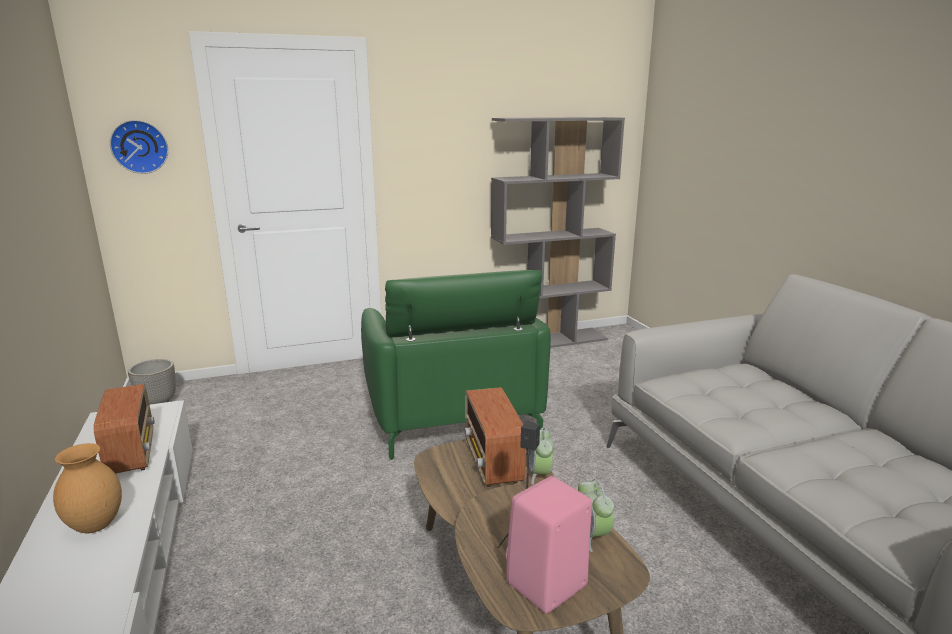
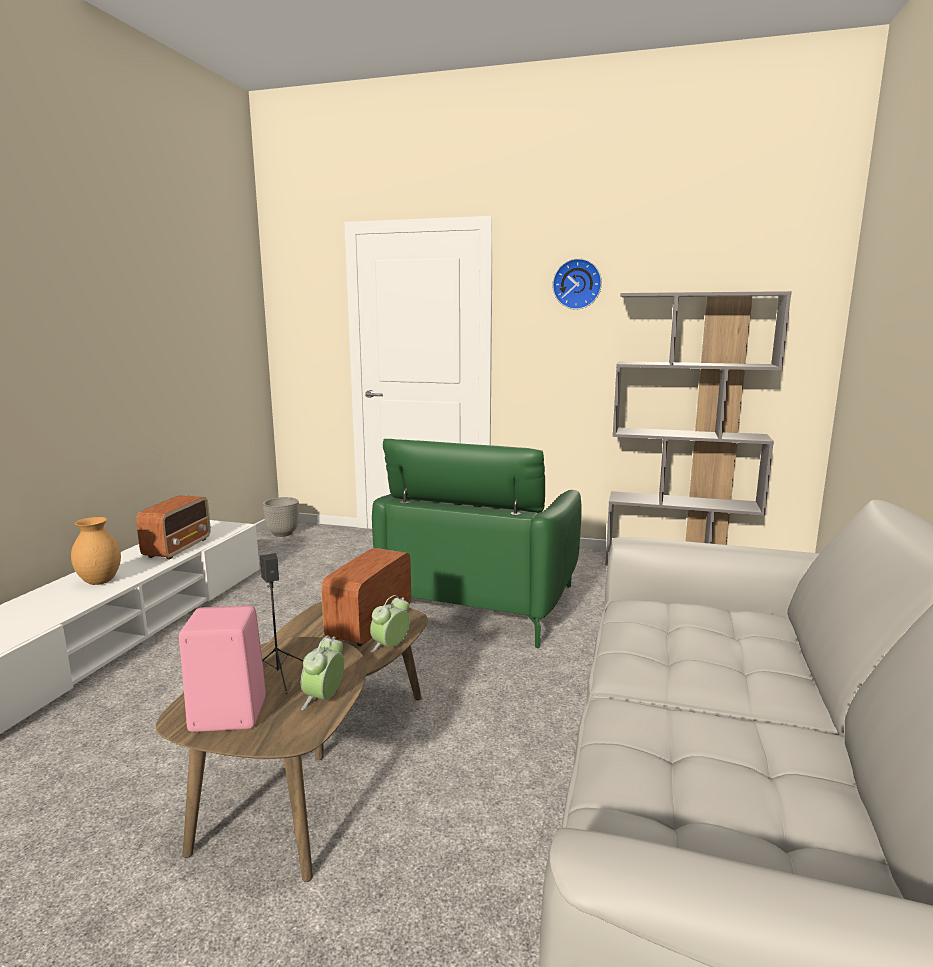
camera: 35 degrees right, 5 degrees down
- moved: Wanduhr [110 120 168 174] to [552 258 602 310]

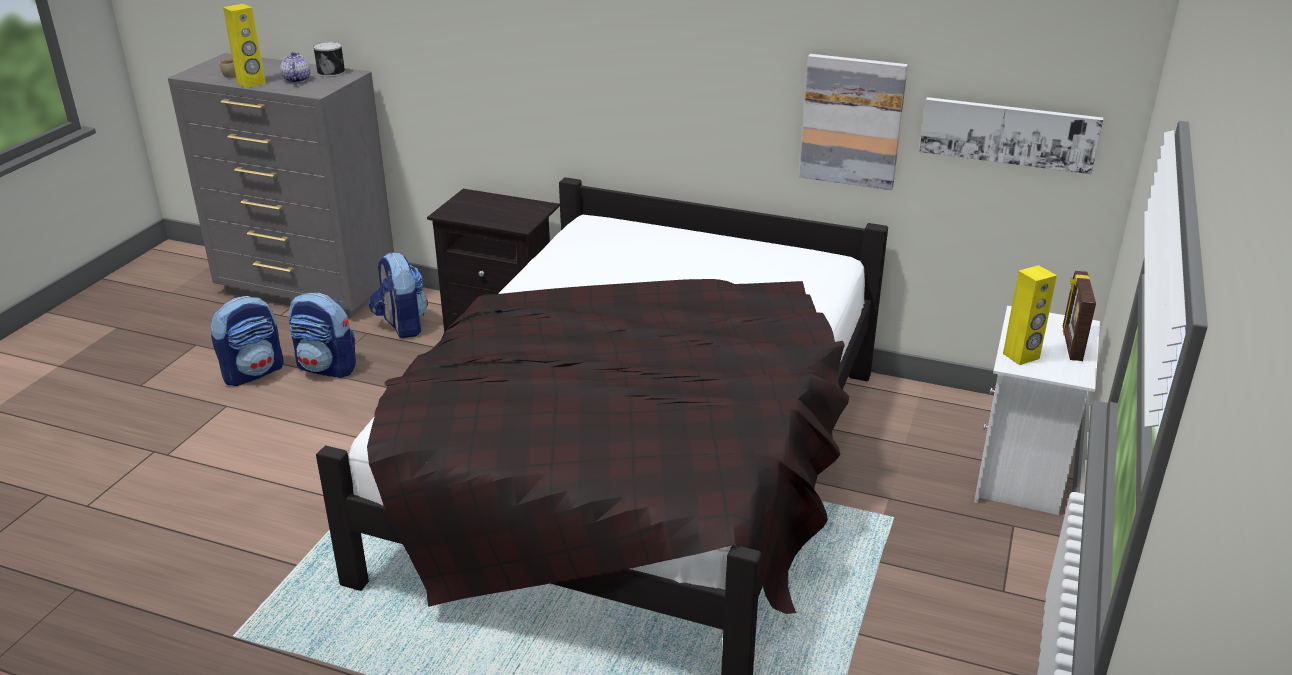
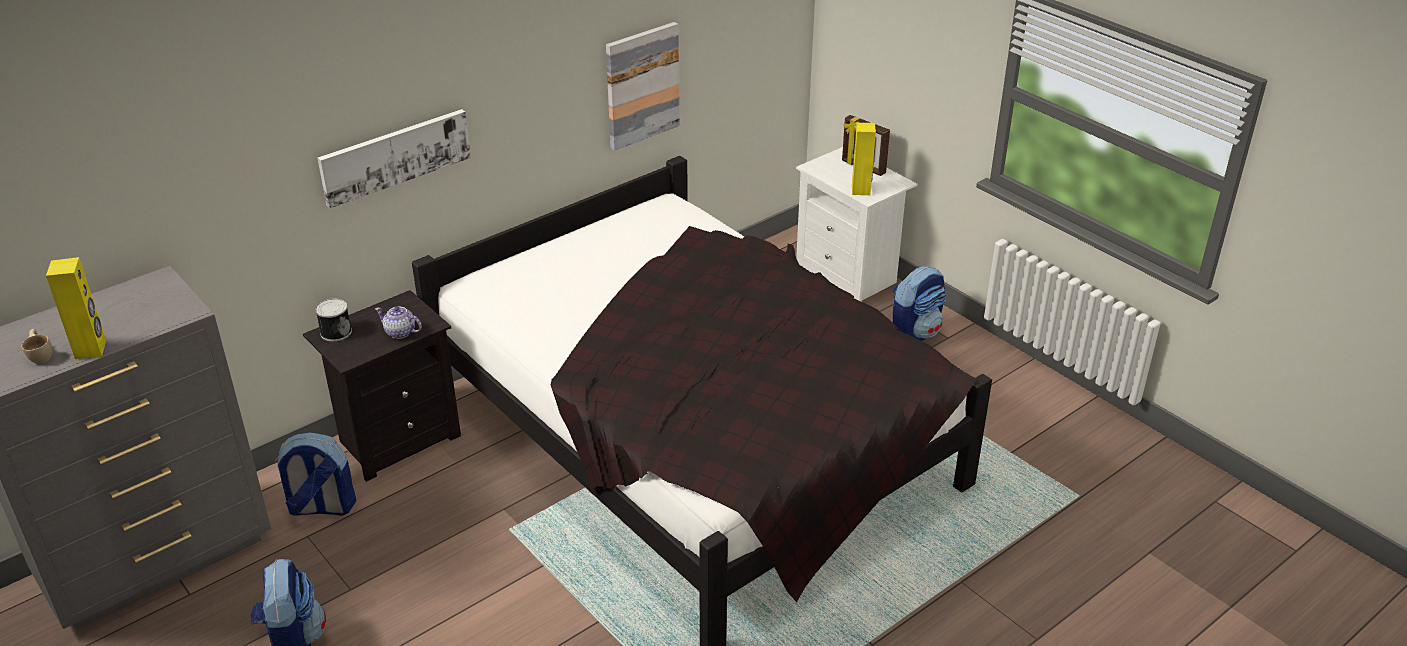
camera: 60 degrees left, 5 degrees up
- moved: Teekanne [280 52 310 83] to [375 306 422 339]
- moved: Rucksack [289 292 356 378] to [893 266 946 341]
- moved: Dose [313 42 345 77] to [315 298 352 341]
- moved: Bild [919 97 1103 174] to [318 109 471 208]

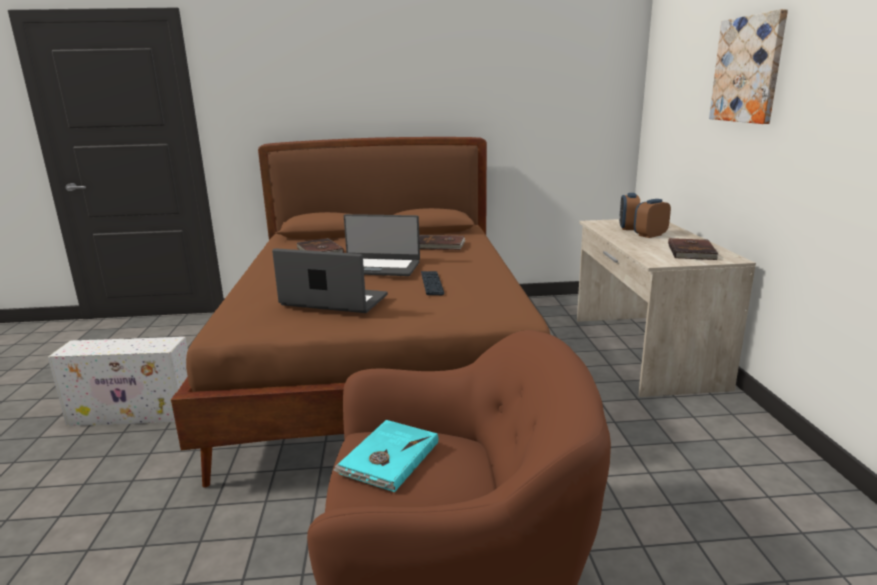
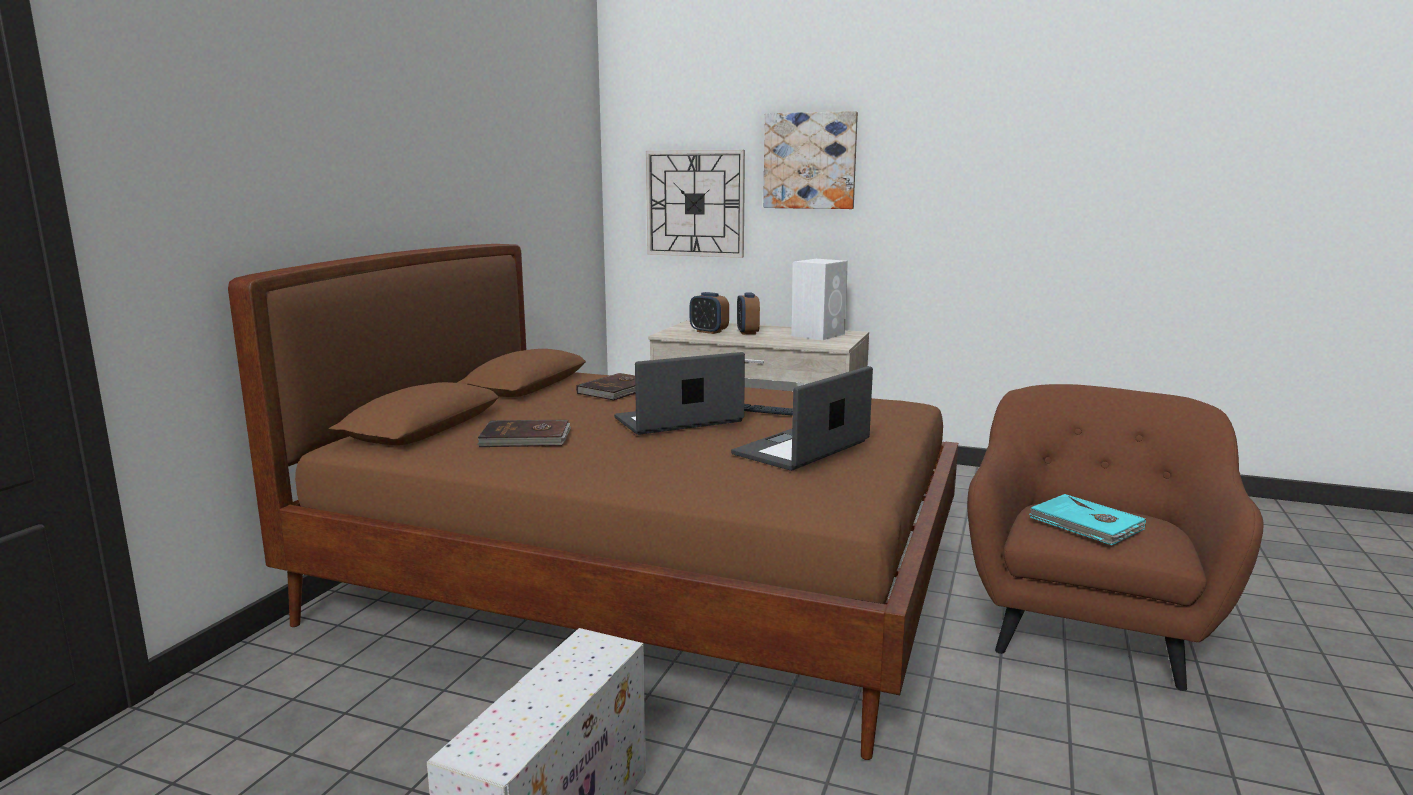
camera: 65 degrees left, 5 degrees down
- turned: Laptop [344 214 420 276] = [614 352 745 435] 150 degrees counterclockwise
- replaced: Buch (braun) [668 238 719 260] to Lautsprecher (weiß) [791 259 848 340]
- added: Wanduhr [646 150 745 258]

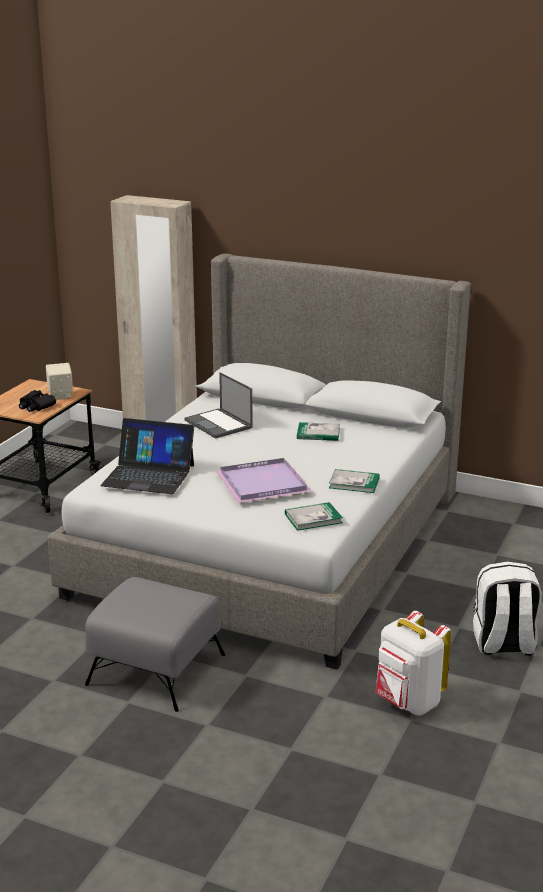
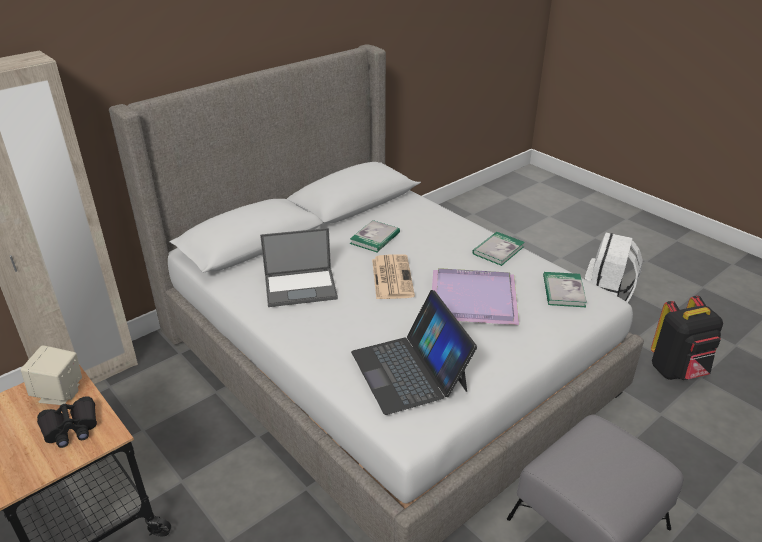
camera: 65 degrees left, 10 degrees up
- turned: Laptop [101 418 194 494] = [351 290 477 415] 120 degrees clockwise
- recoloured: Rucksack (weiß) [376 611 451 715] to Rucksack (schwarz) [651 296 723 380]
- added: Zeitung [372 254 415 299]

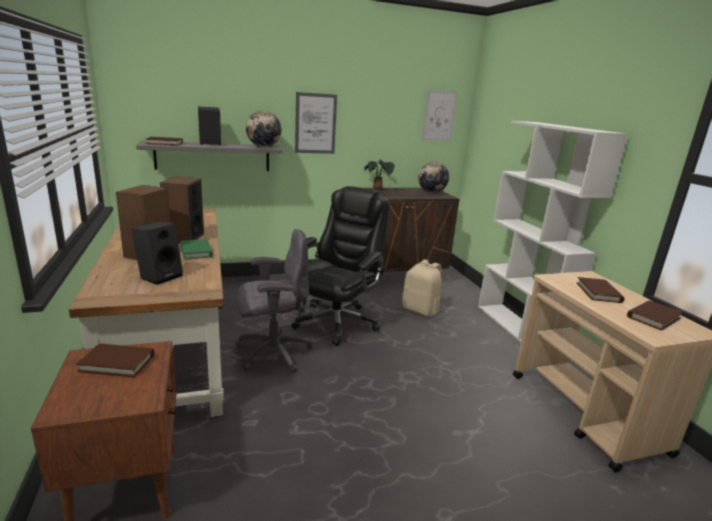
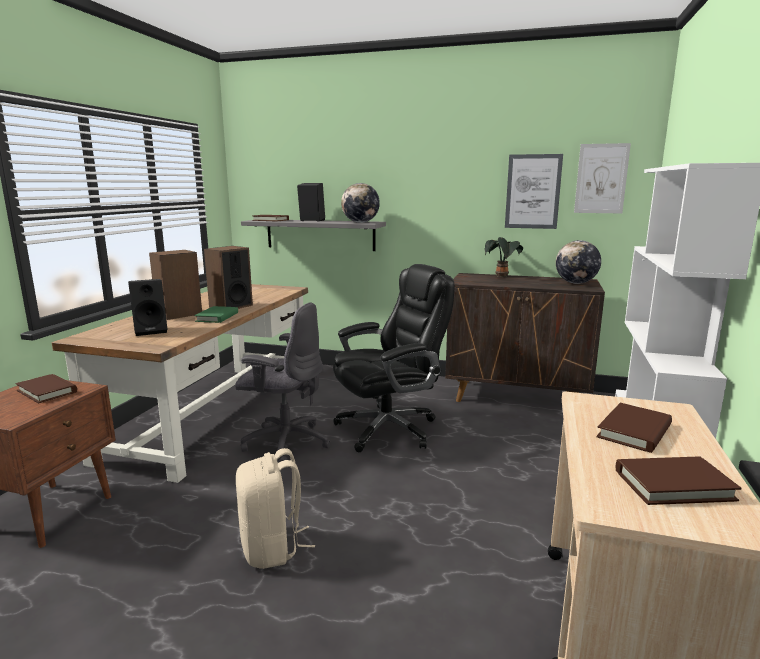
camera: 35 degrees right, 5 degrees down
- moved: Bild [295 92 337 154] to [505 154 563 229]
- moved: Rucksack (beige) [402 259 441 317] to [236 448 315 569]

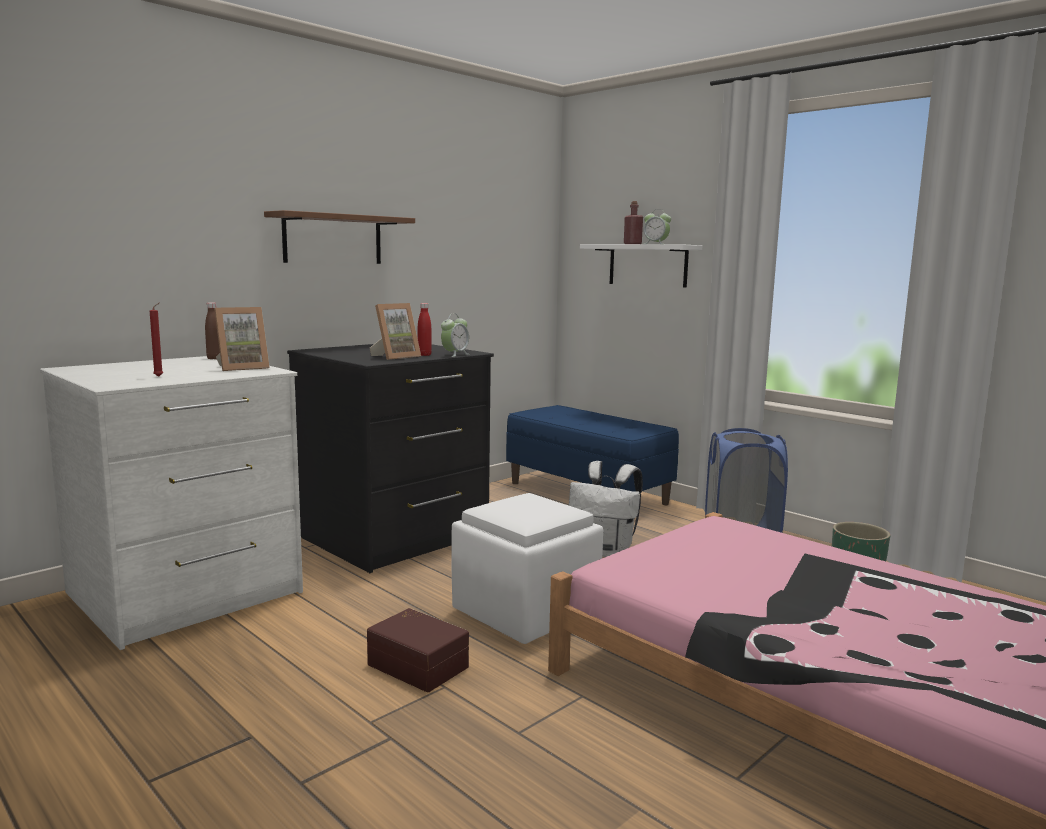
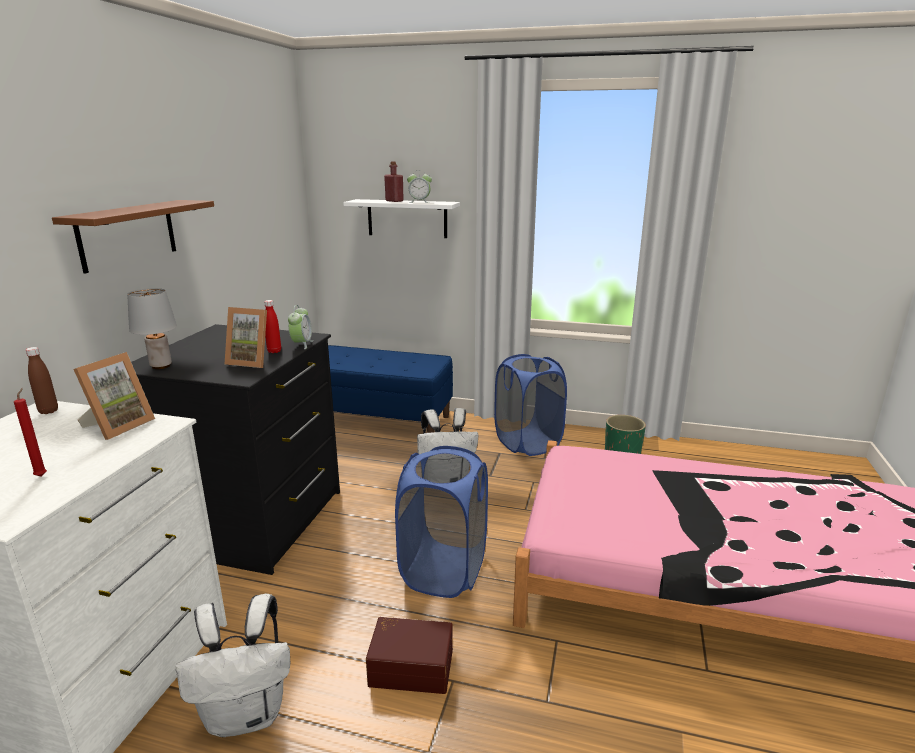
camera: 30 degrees left, 10 degrees up
- turned: Bilderrahmen [370 303 421 360] = [225 307 267 368] 90 degrees clockwise
- replaced: Polsterhocker (weiß) [451 493 603 644] to Wäschekorb (blau) [395 446 488 598]
- added: Tischlampe (grau) [127 288 177 369]
- added: Rucksack (weiß) [176 594 290 737]

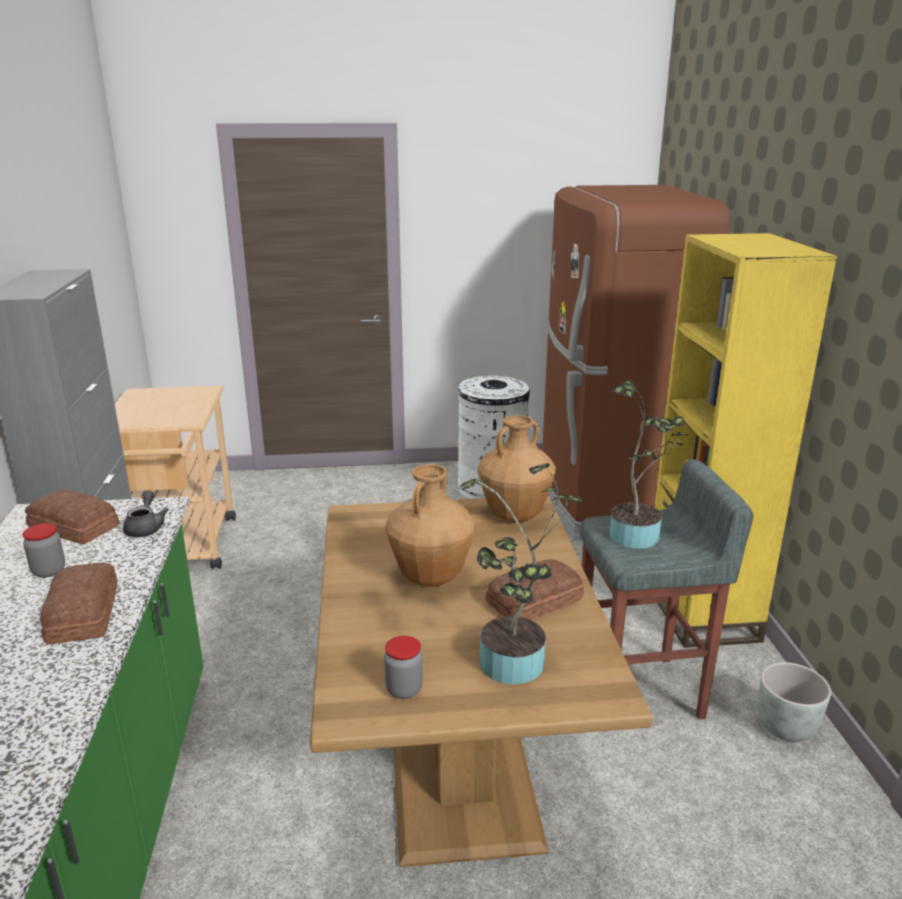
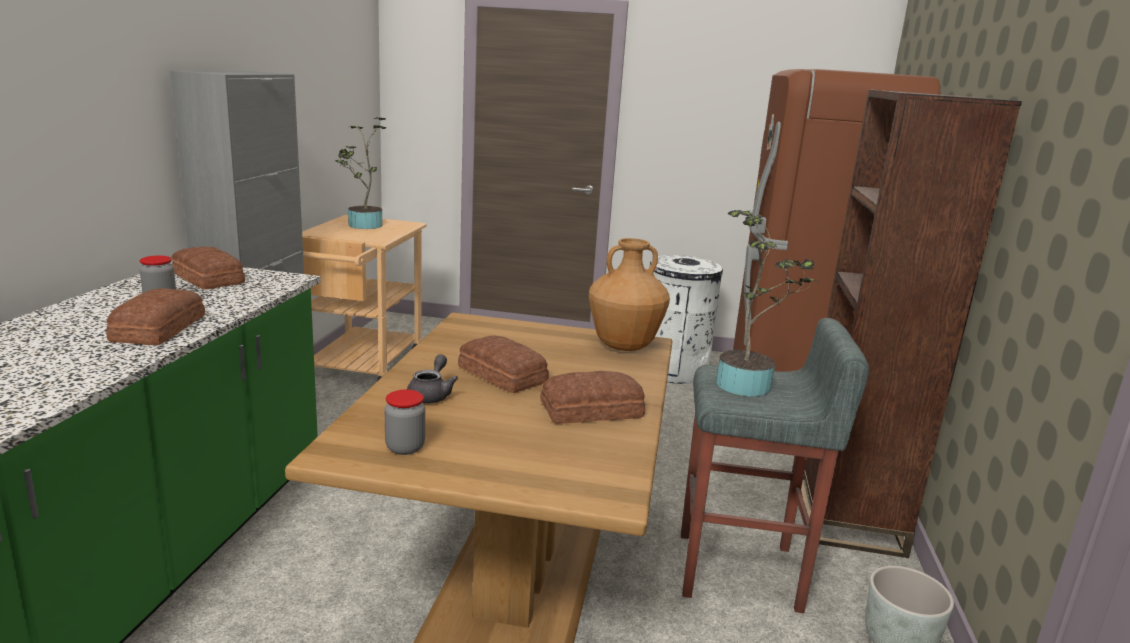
camera: 15 degrees right, 5 degrees down
- moved: Teekanne (grau) [123 490 168 537] to [407 354 458 404]
- replaced: Vase (braun) [385 464 475 587] to Brot [458 335 549 393]
- moved: Topfpflanze [461 463 584 684] to [335 117 386 229]
- recoloured: Bücherregal (gelb) [654 233 837 648] to Bücherregal (braun) [801 90 1022 558]

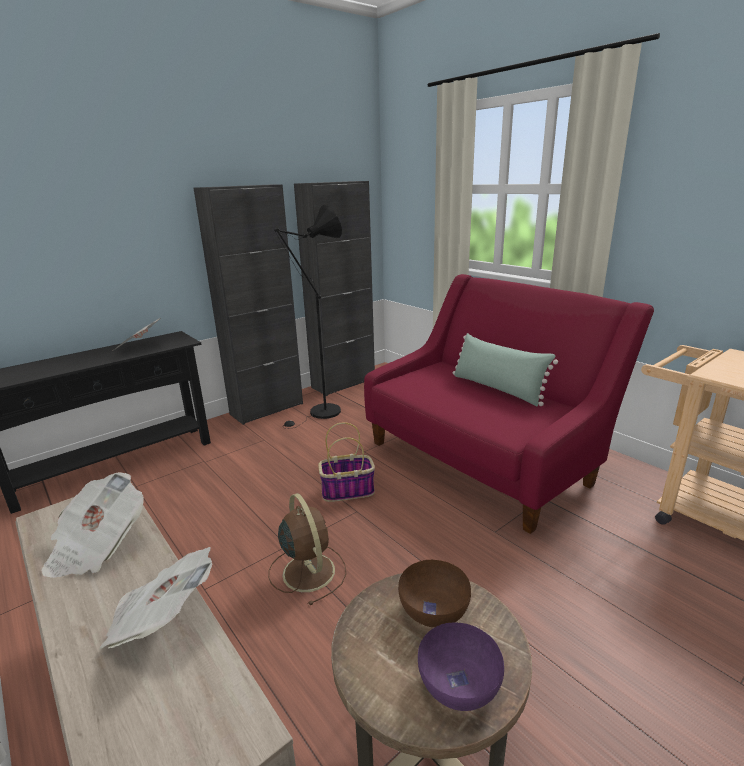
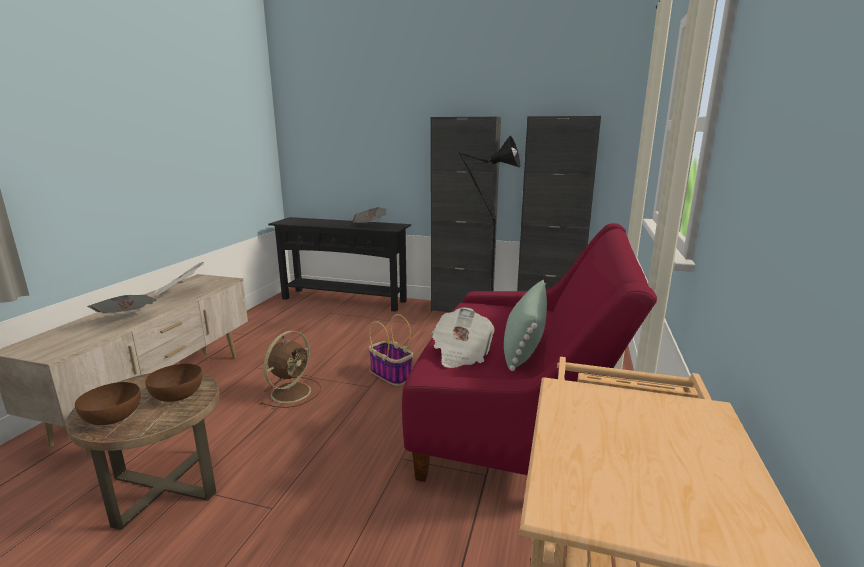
camera: 55 degrees right, 5 degrees down
- recoloured: Schüssel (lila) [418 622 504 711] to Schüssel (braun) [75 382 141 425]
- added: Zeitung [432 307 495 368]

